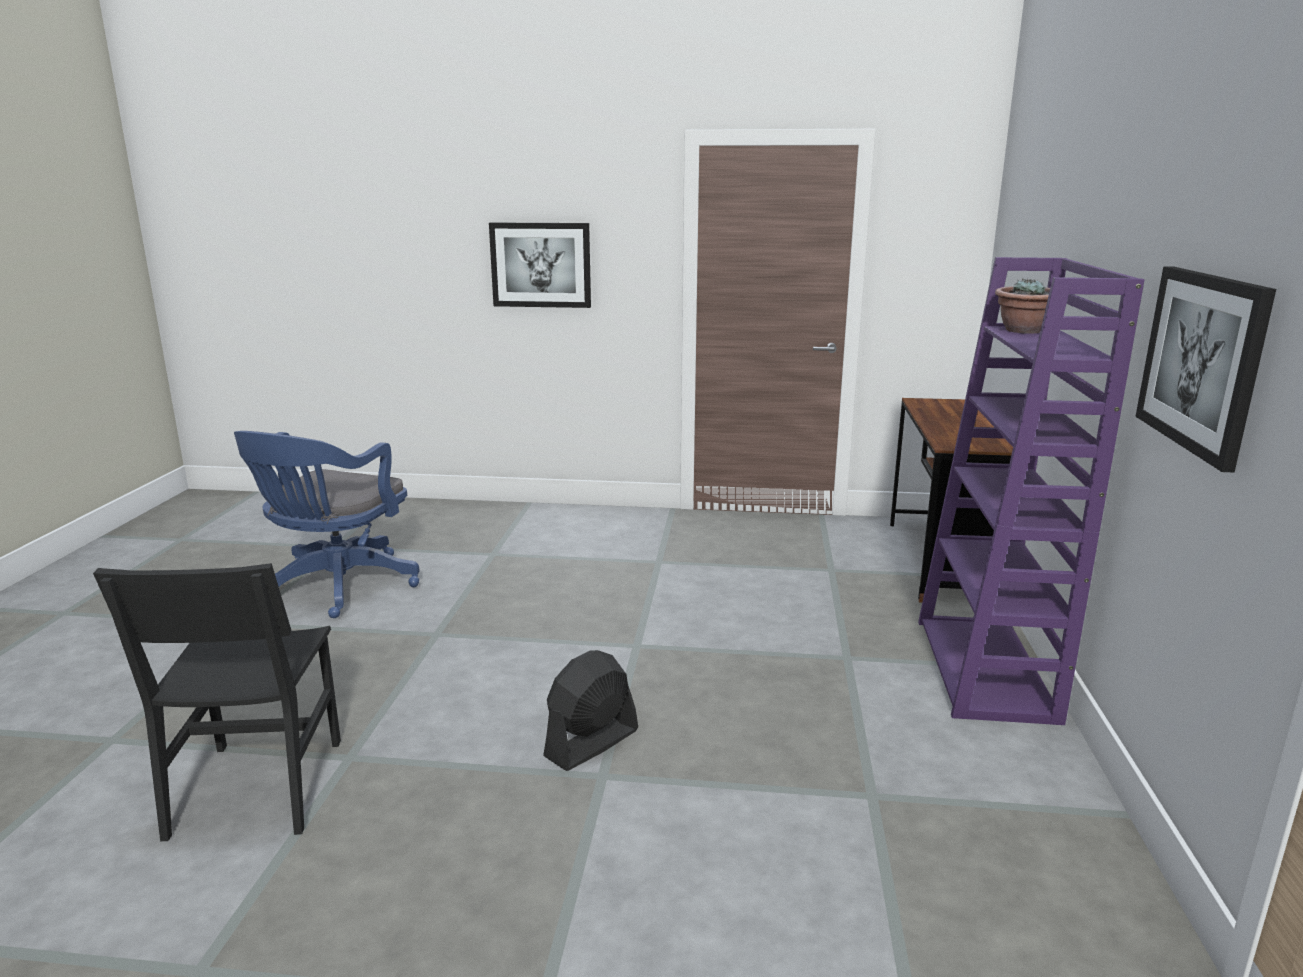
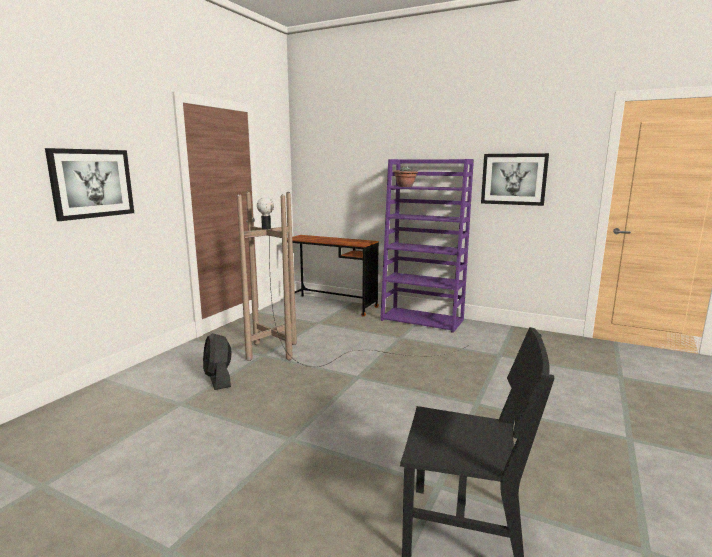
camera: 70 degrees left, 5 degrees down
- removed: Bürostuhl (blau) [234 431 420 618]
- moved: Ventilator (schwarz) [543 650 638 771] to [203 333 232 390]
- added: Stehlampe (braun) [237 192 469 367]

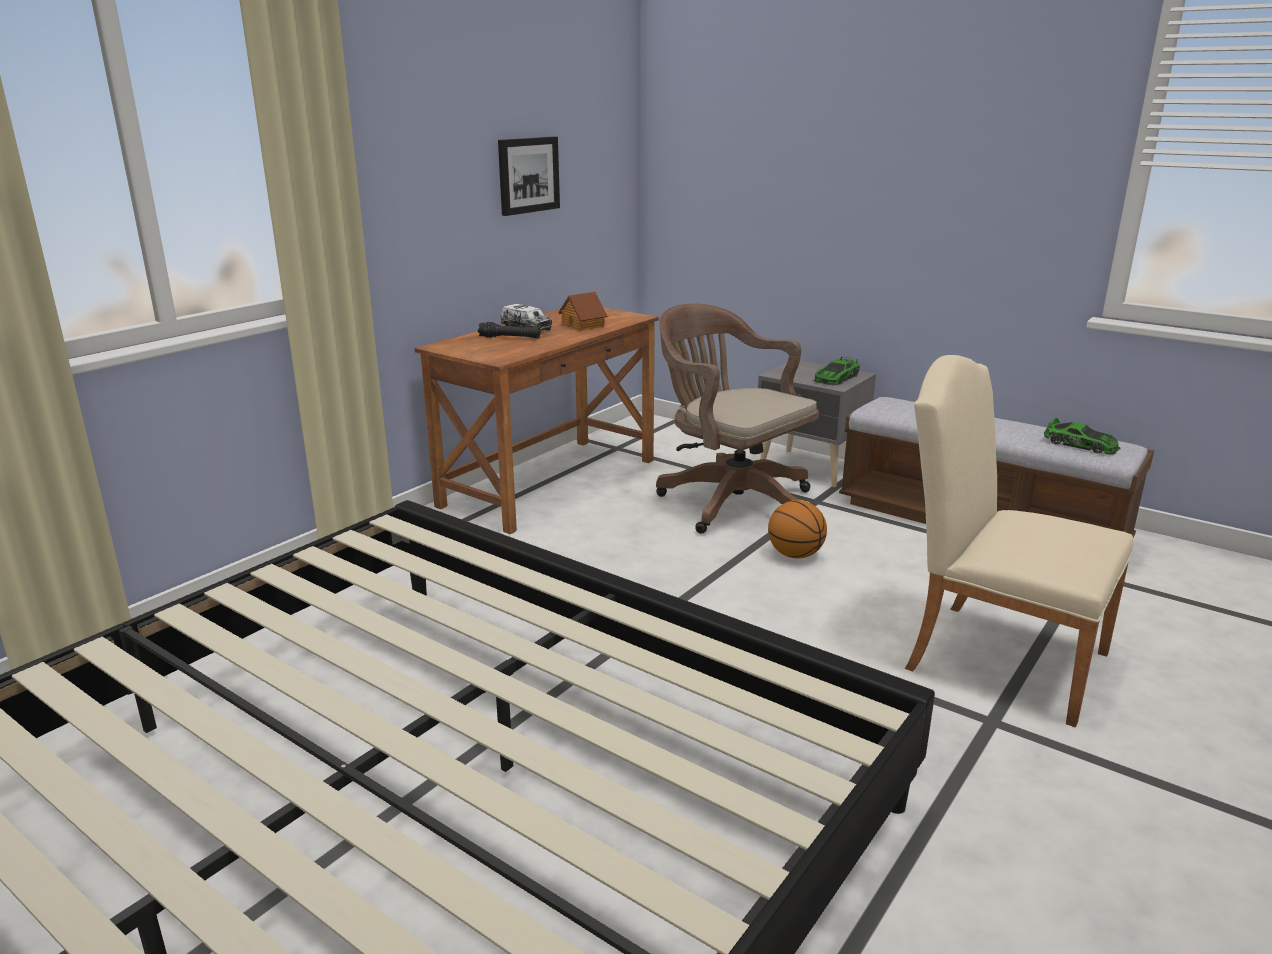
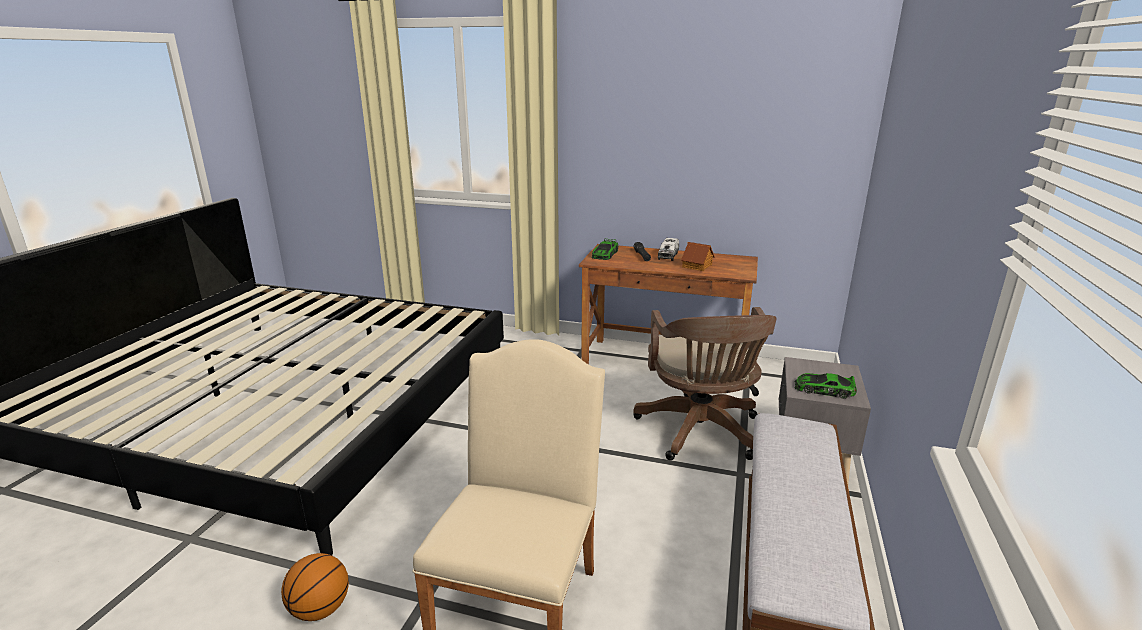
camera: 70 degrees right, 0 degrees up
- removed: Bild [498 137 560 216]
- turned: Bürostuhl (braun) [656 303 819 534] = [633 307 777 460] 150 degrees clockwise
- moved: Basketball [768 500 827 558] to [281 553 349 621]
- moved: Spielzeugauto [1044 418 1121 455] to [592 239 618 260]

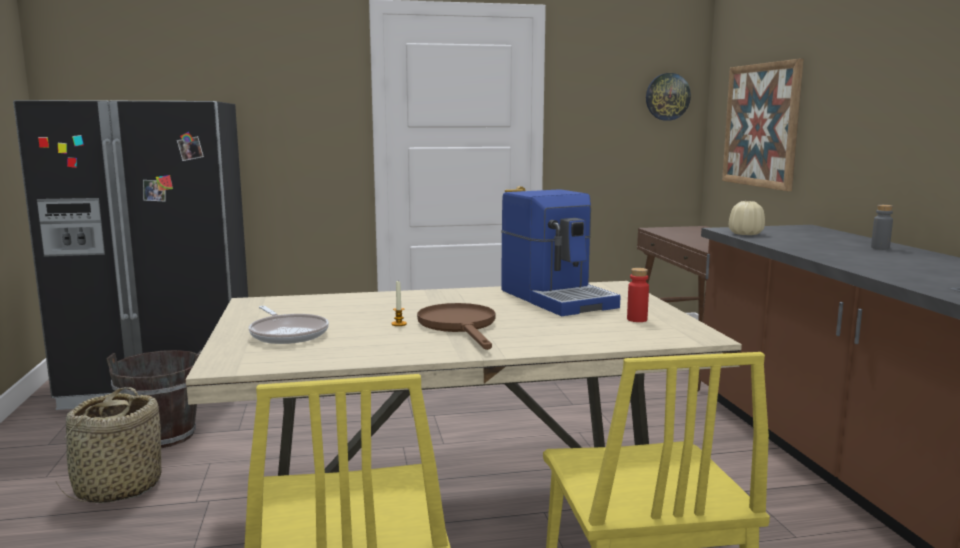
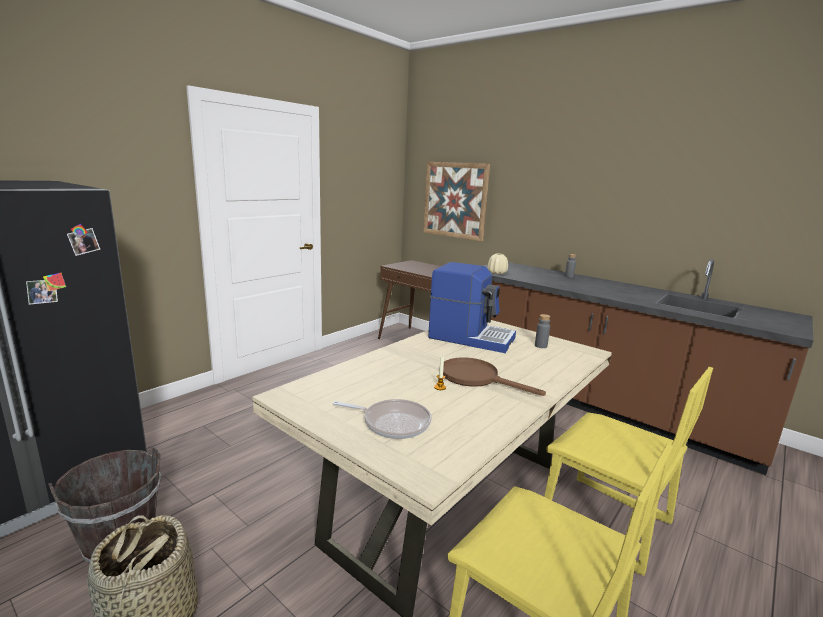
camera: 40 degrees left, 5 degrees up
- recoloured: Flasche (rot) [627 268 649 322] to Flasche (grau) [535 314 550 348]
- removed: Wanduhr [646 73 691 121]

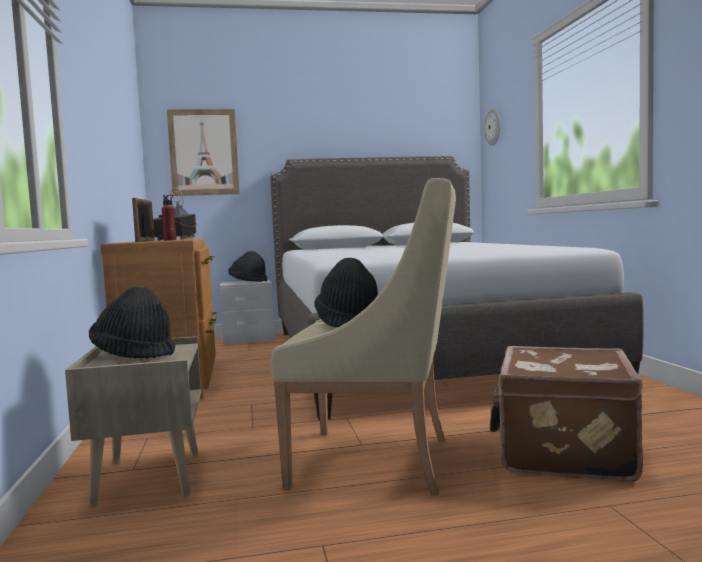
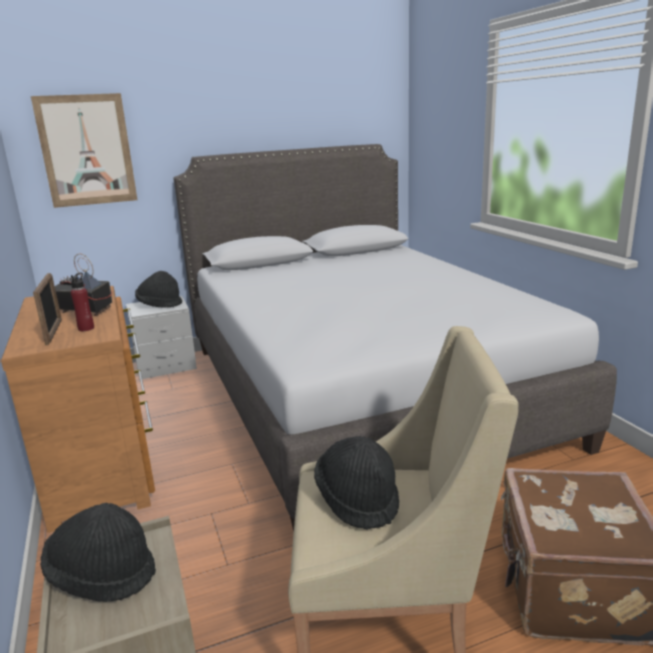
camera: 10 degrees left, 15 degrees up
- removed: Wanduhr [485 108 501 146]

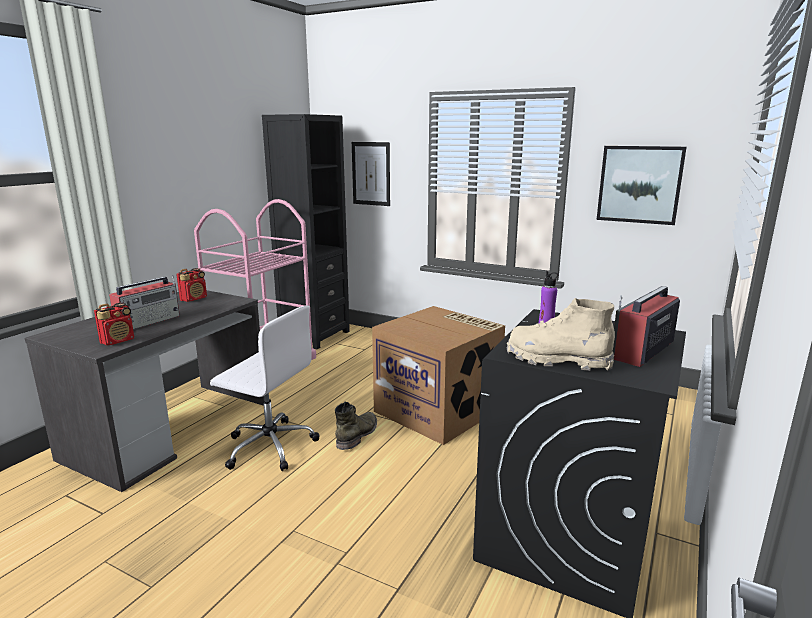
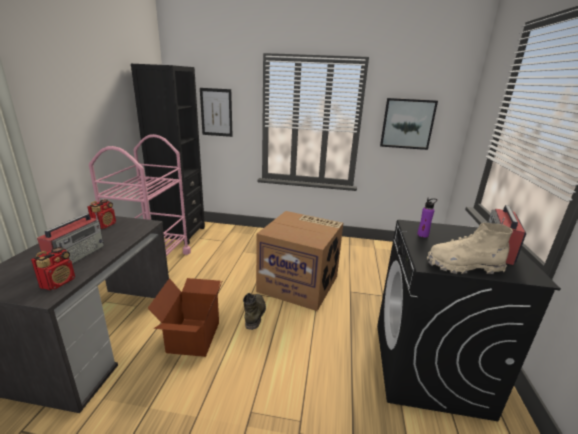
camera: 20 degrees left, 5 degrees up
- replaced: Bürostuhl (weiß) [210 306 320 471] to Karton [148 278 223 357]

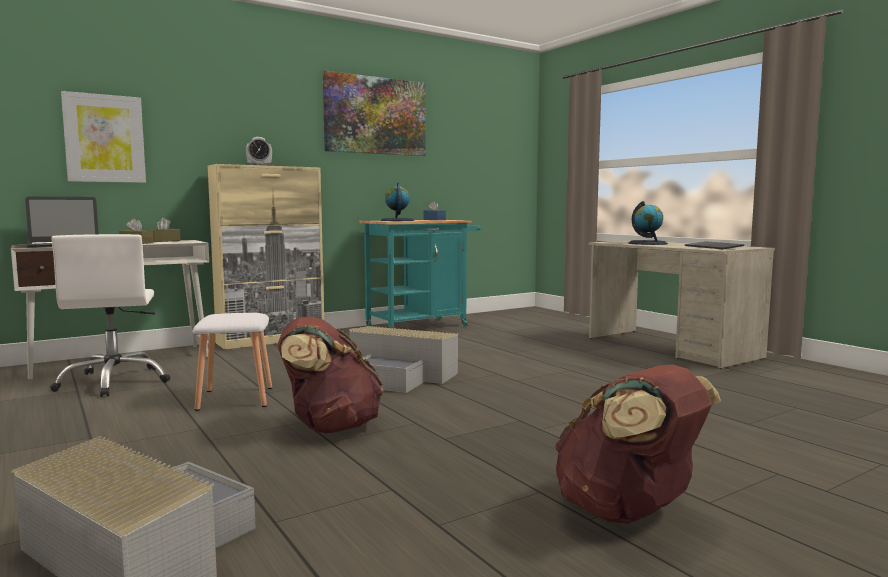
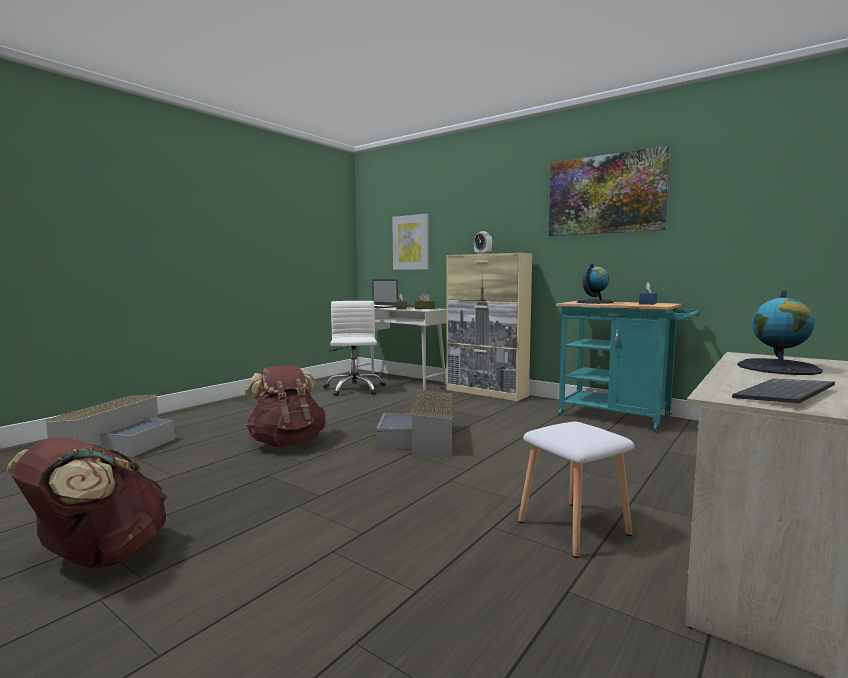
camera: 70 degrees right, 0 degrees up
- turned: Bürostuhl (weiß) [50 234 171 397] = [323 301 385 396] 120 degrees clockwise
- moved: Hocker (weiß) [193 313 272 411] to [518 421 634 558]

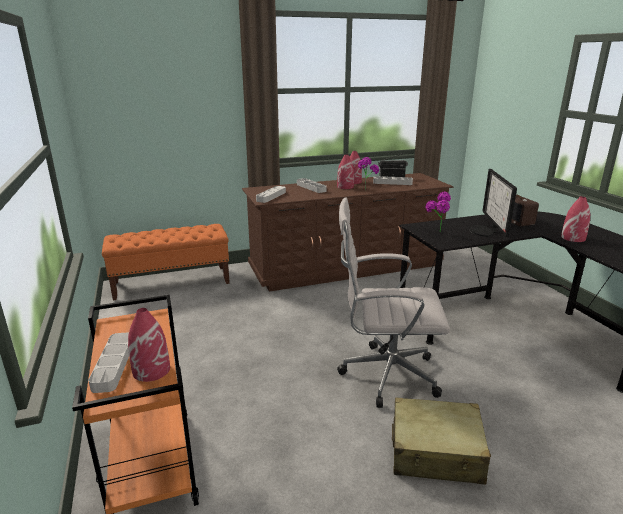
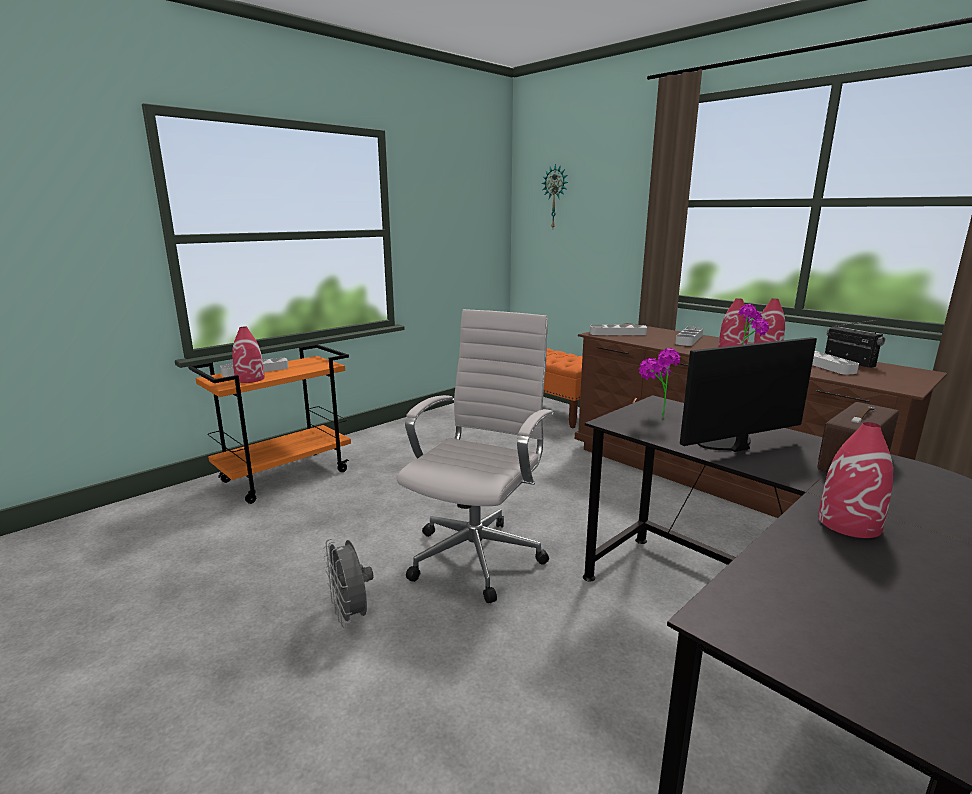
camera: 65 degrees right, 5 degrees down
- turned: Bürostuhl (weiß) [337 197 450 408] = [397 309 554 603] 45 degrees clockwise
- replaced: Koffer (beige) [392 397 491 485] to Ventilator (grau) [323 539 373 627]
- added: Wanduhr [542 164 568 228]

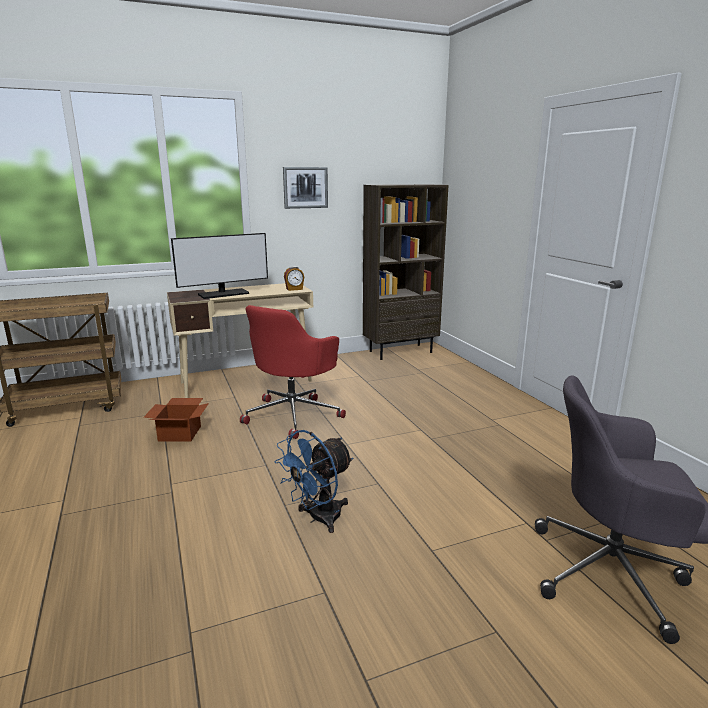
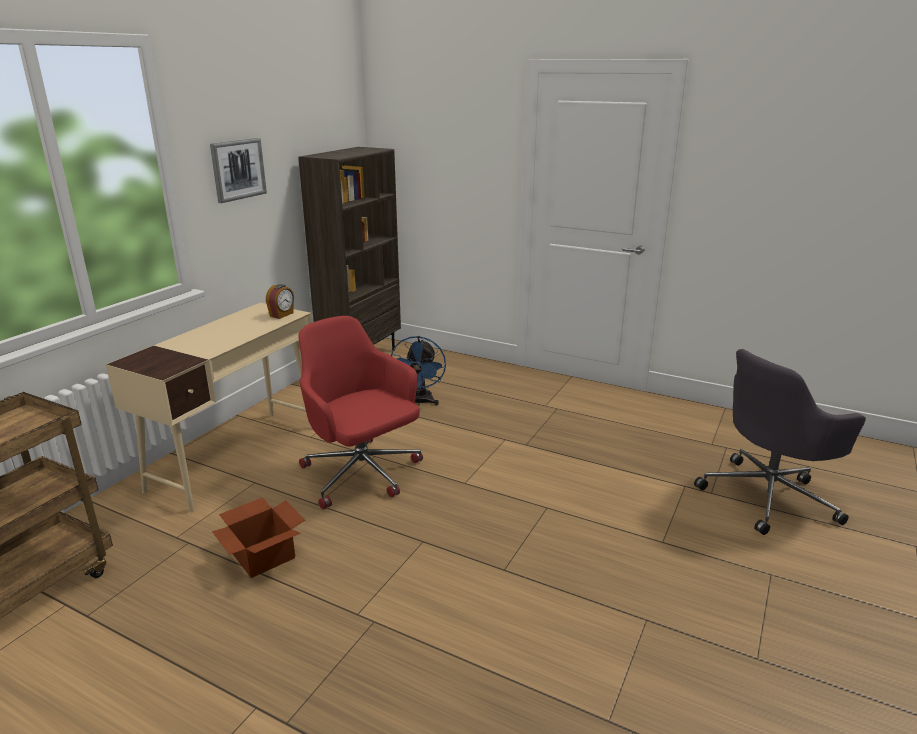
camera: 40 degrees left, 5 degrees up
- removed: Monitor [171 233 268 299]
- turned: Bürostuhl (rot) [240 305 346 439] = [298 316 423 510] 150 degrees clockwise
- moved: Ventilator (blau) [275 430 353 533] to [391 336 446 406]

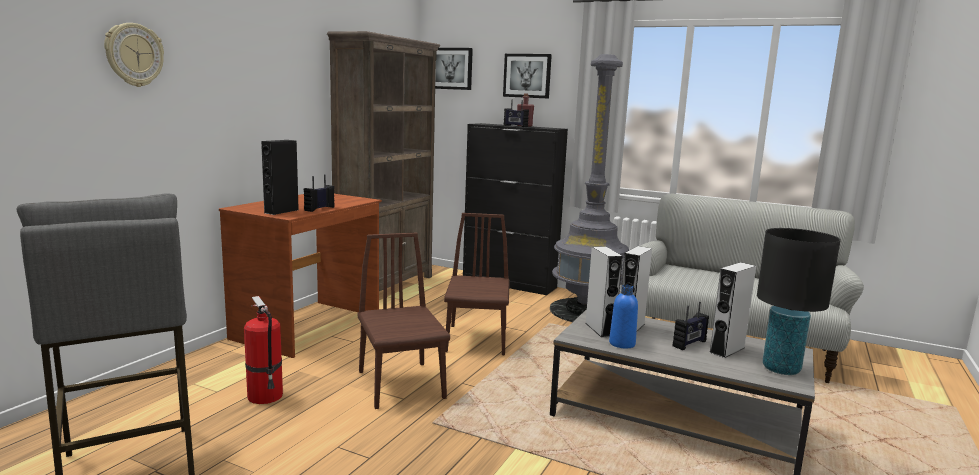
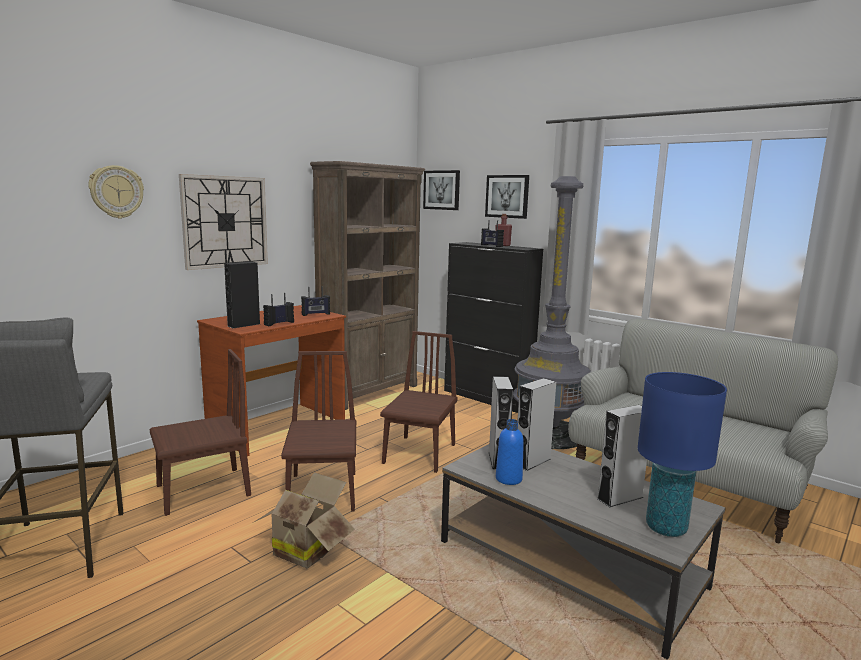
camera: 15 degrees right, 0 degrees up
- replaced: Feuerlöscher [244 296 283 404] to Stuhl (braun) [150 349 251 516]
- moved: Radio [673 302 709 350] to [301 286 330 316]
- recoloured: Tischlampe (schwarz) [757 228 841 375] to Tischlampe (blau) [638 372 727 537]
- added: Wanduhr [179 174 268 270]
- added: Karton [254 472 355 569]

